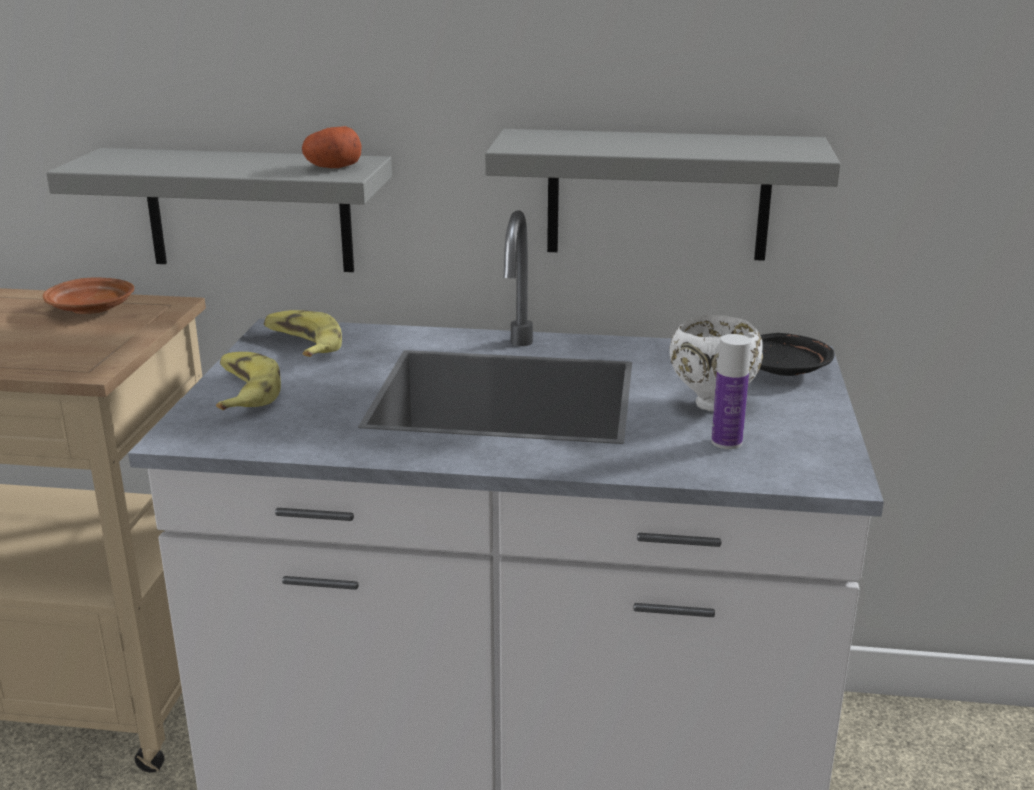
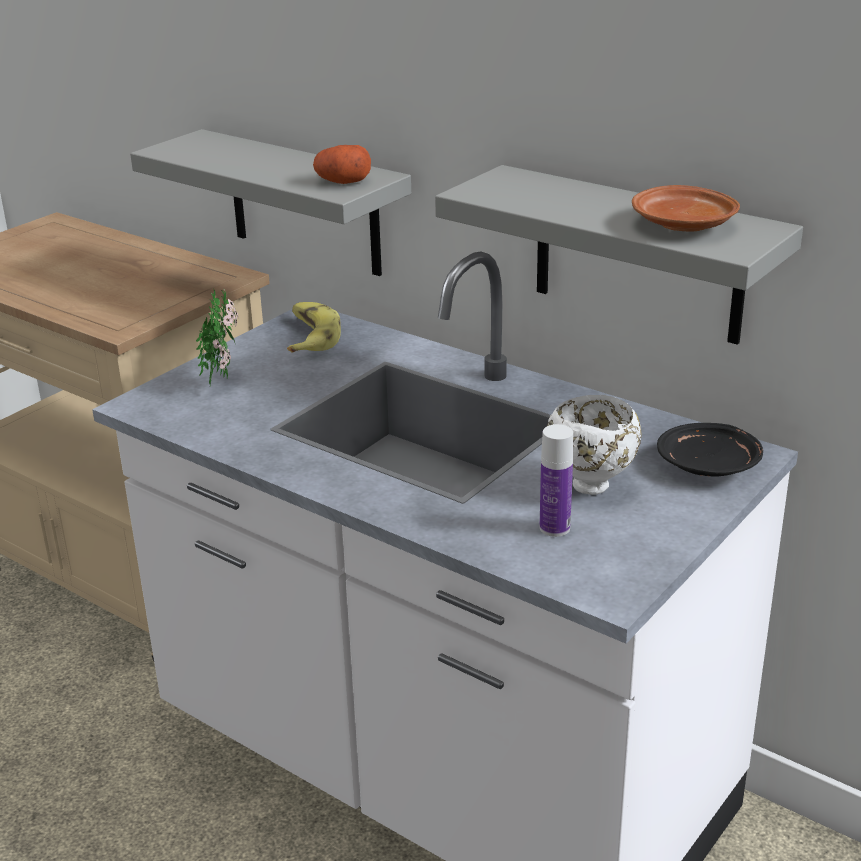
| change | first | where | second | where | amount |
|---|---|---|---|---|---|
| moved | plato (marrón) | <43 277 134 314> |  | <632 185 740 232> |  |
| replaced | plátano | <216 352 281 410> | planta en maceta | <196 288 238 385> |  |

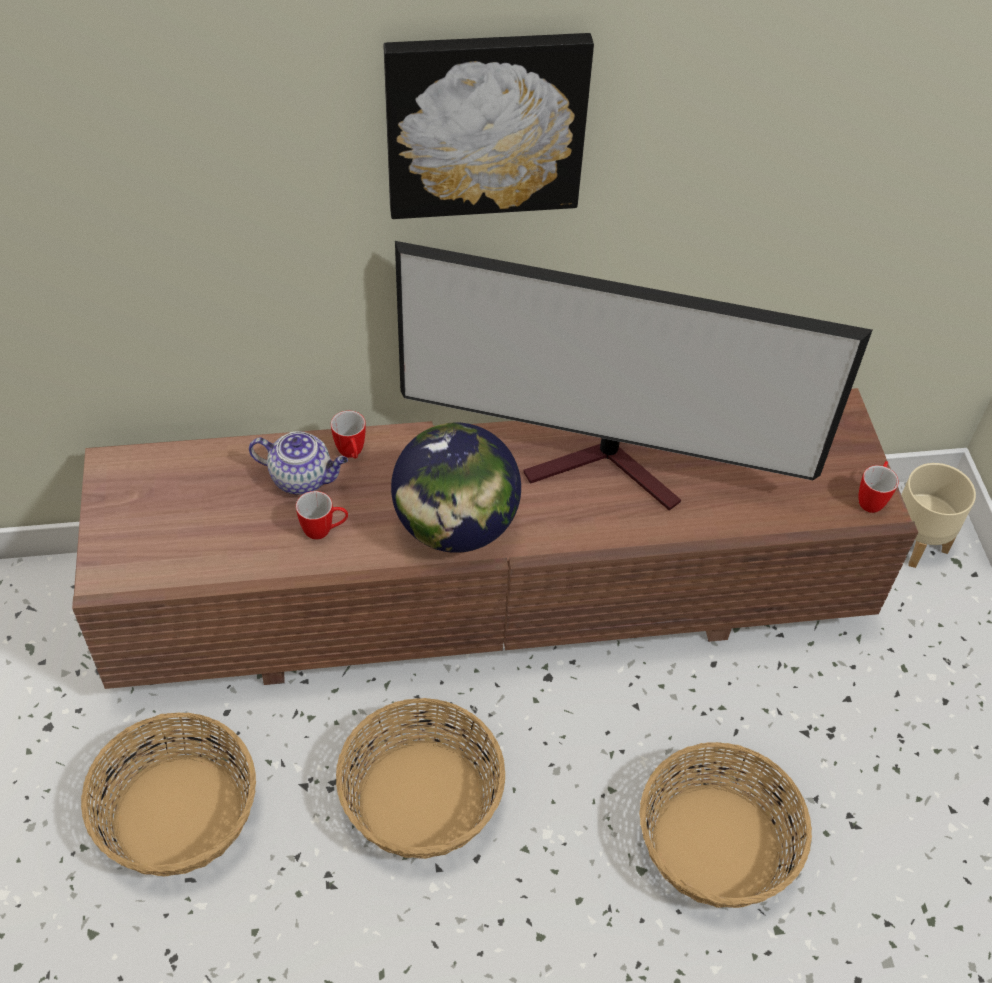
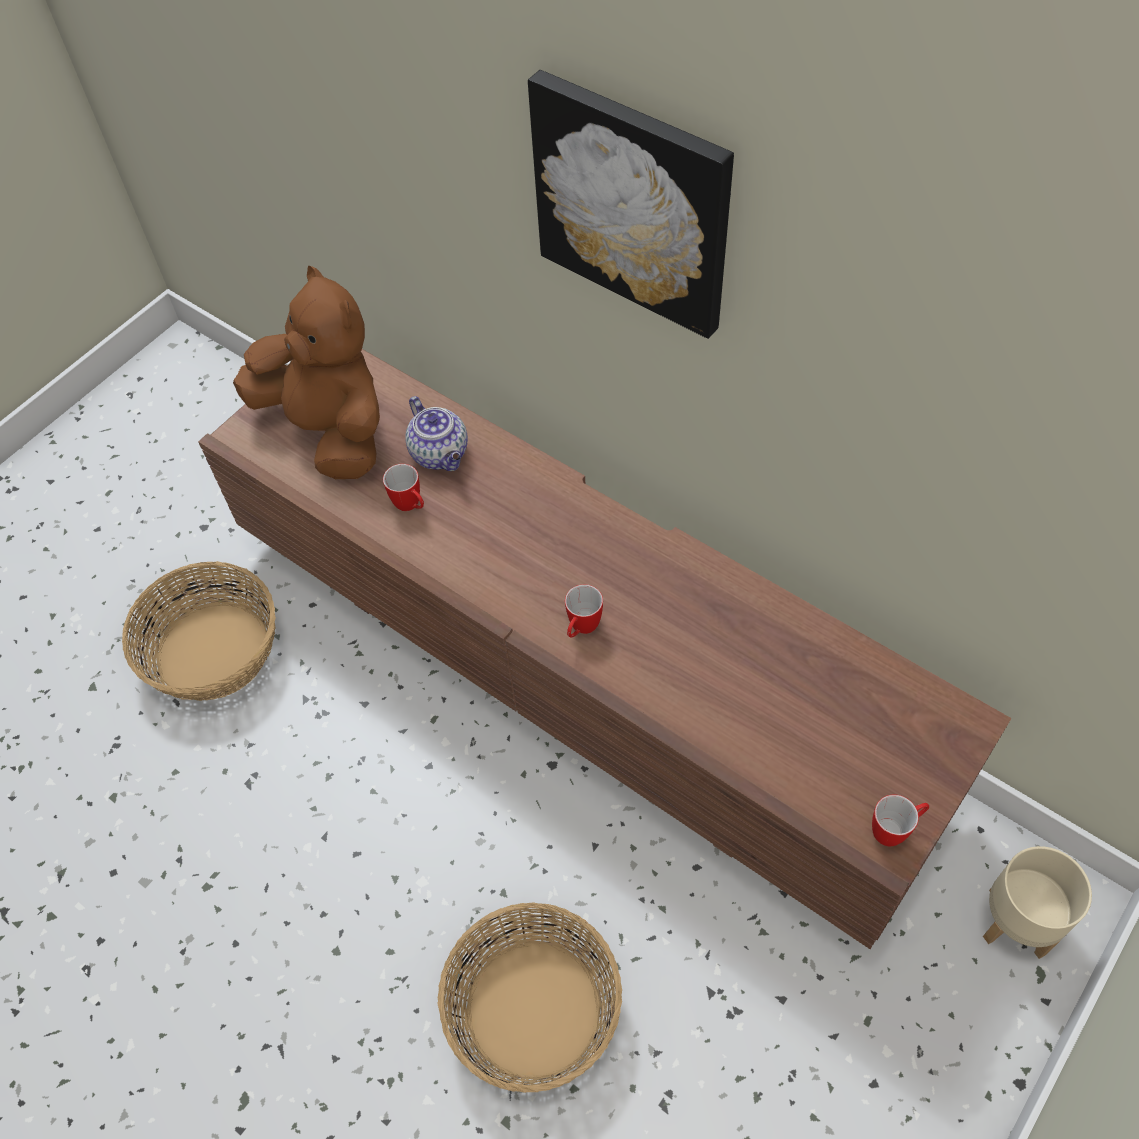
| change | first | where | second | where | amount |
|---|---|---|---|---|---|
| removed | cesta | <336 698 505 859> |  |  |  |
| removed | globo terráqueo | <391 423 521 553> |  |  |  |
| removed | televisor | <395 241 872 510> |  |  |  |
| added |  |  | peluche (marrón) | <233 266 380 479> |  |
| moved | taza grande | <331 411 366 459> |  | <565 584 603 638> |  |

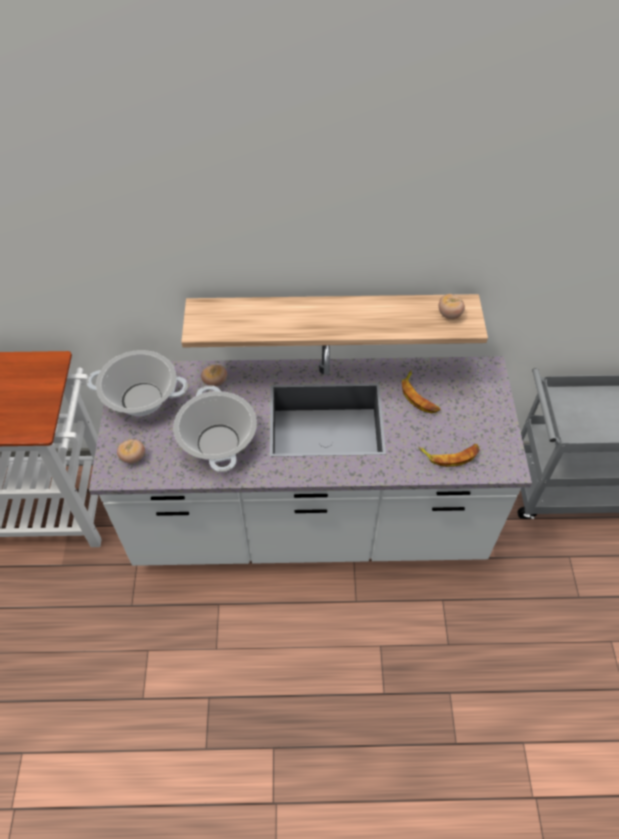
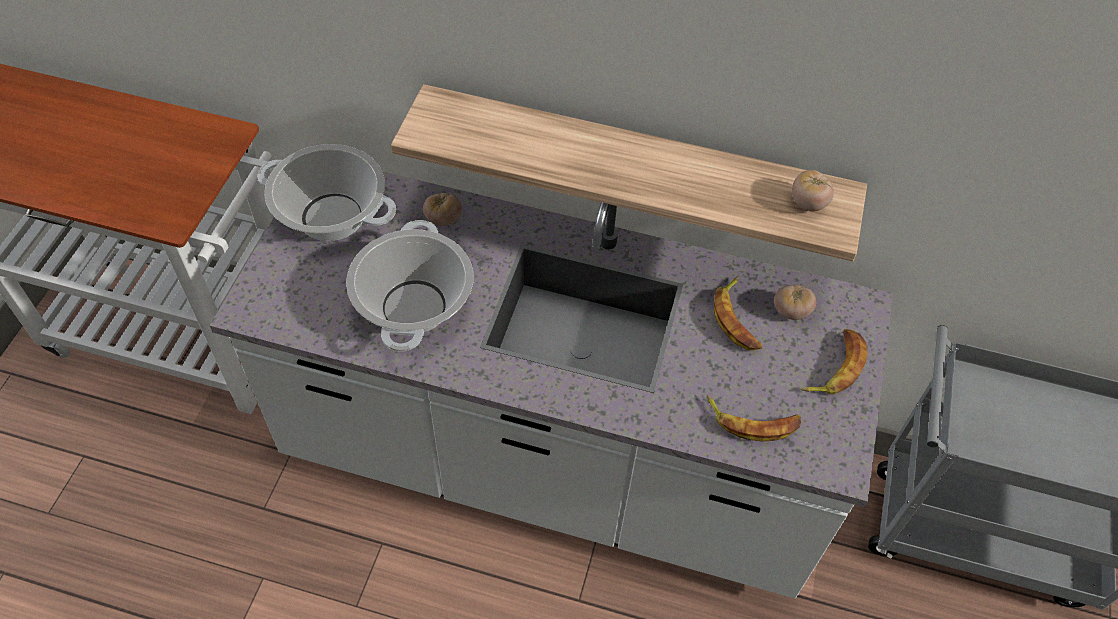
| change | first | where | second | where | amount |
|---|---|---|---|---|---|
| added |  |  | plátano | <801 329 868 394> |  |
| moved | tomate | <117 439 145 463> |  | <774 285 816 320> |  |

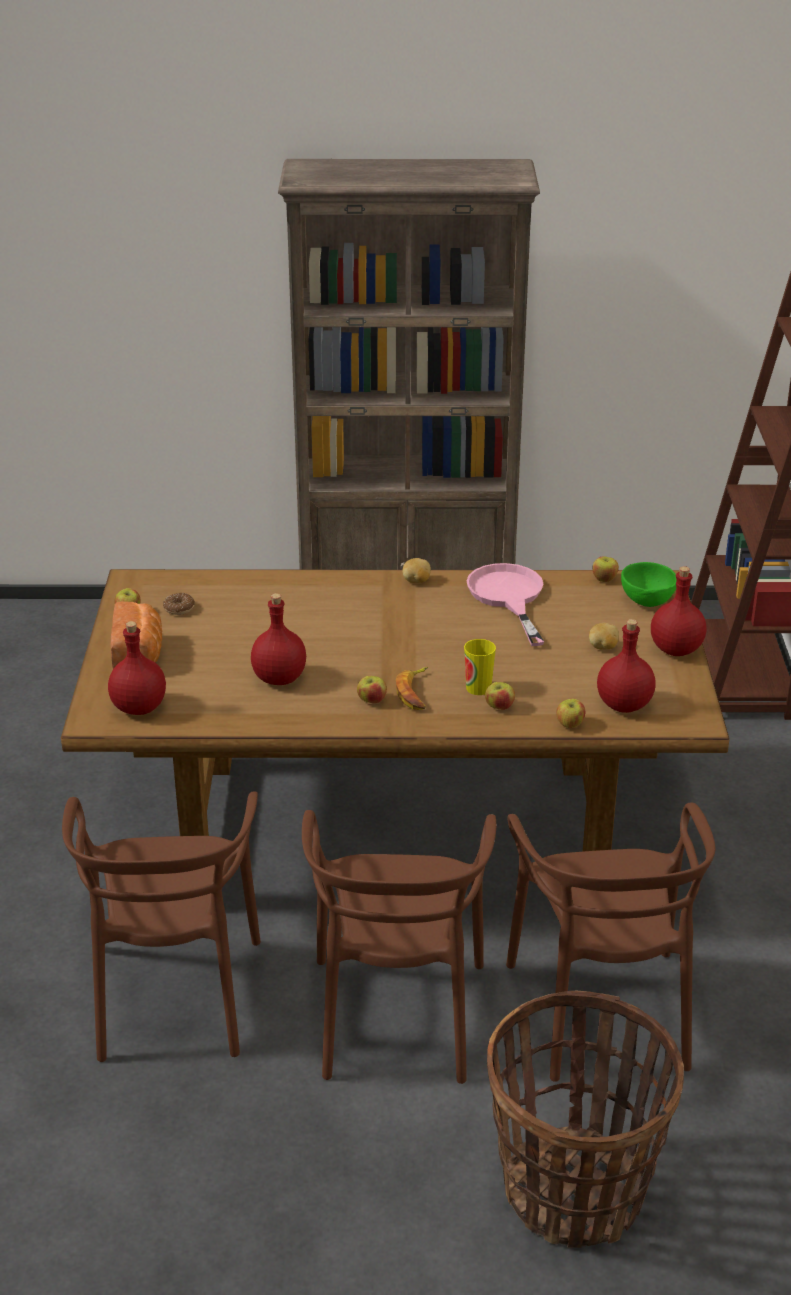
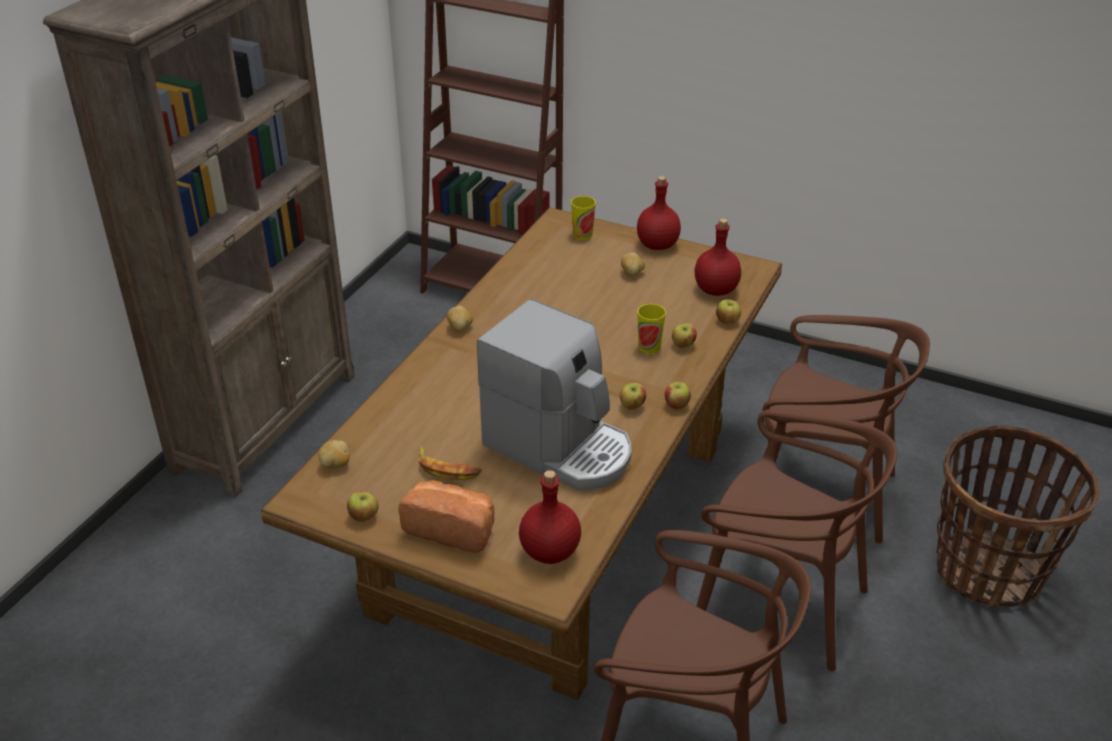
| change | first | where | second | where | amount |
|---|---|---|---|---|---|
| removed | rosquilla | <163 593 195 615> |  |  |  |
| removed | sartén (rosa) | <466 563 545 646> |  |  |  |
| added |  |  | patata | <318 440 350 469> |  |
| moved | plátano | <396 667 428 710> |  | <418 445 482 480> |  |
| moved | manzana | <592 556 619 582> |  | <665 382 691 409> |  |
| replaced | botella (rojo) | <251 593 306 685> | cafetera | <477 299 631 490> |  |
| replaced | cuenco (verde) | <621 562 676 607> | taza | <571 196 596 240> |  |

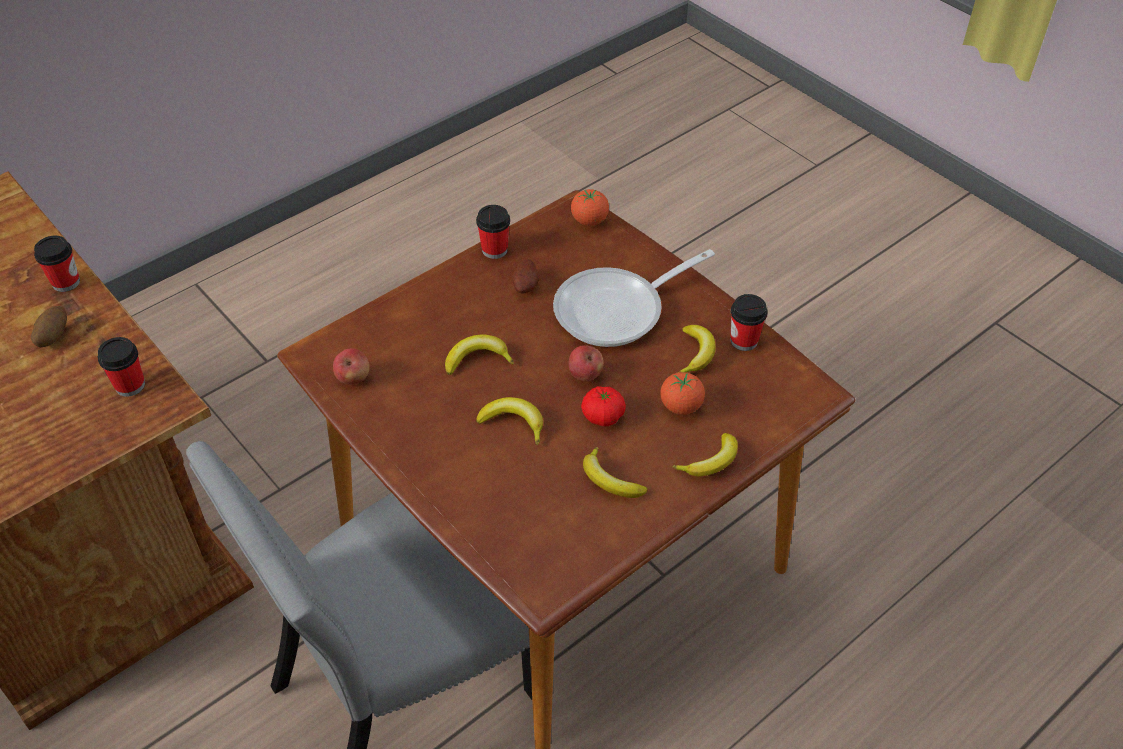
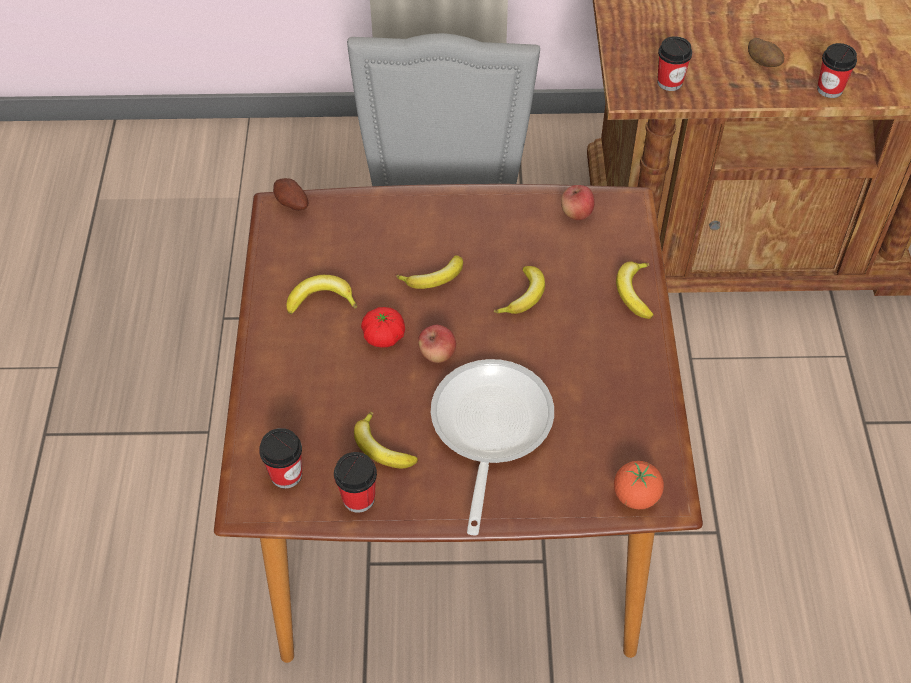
| change | first | where | second | where | amount |
|---|---|---|---|---|---|
| removed | tomate | <660 372 705 415> |  |  |  |
| moved | taza | <476 205 510 259> |  | <259 428 302 488> |  |
| moved | patata | <513 259 539 293> |  | <273 178 308 211> |  |
| moved | plátano | <672 433 738 476> |  | <616 261 654 319> |  |

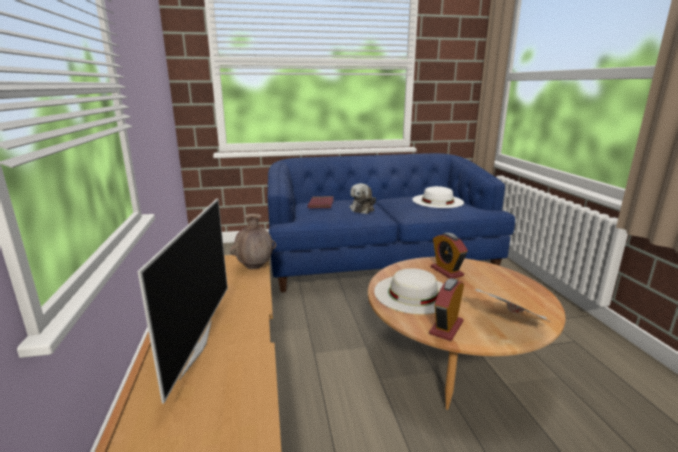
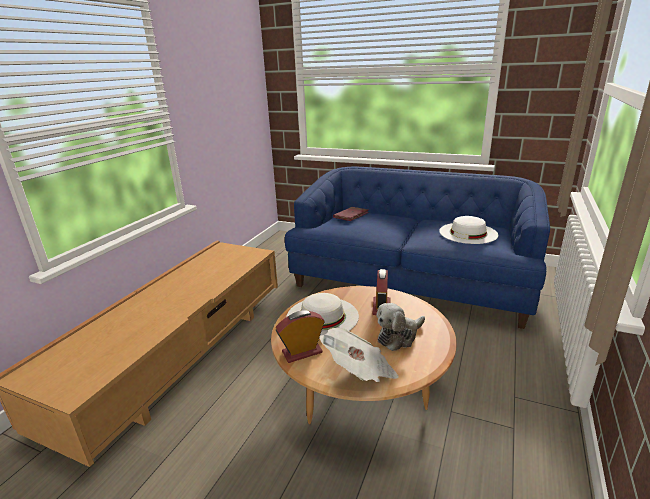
| change | first | where | second | where | amount |
|---|---|---|---|---|---|
| removed | televisor | <137 198 228 403> |  |  |  |
| removed | florero (marrón) | <230 214 276 269> |  |  |  |
| moved | peluche | <349 183 376 214> |  | <376 303 425 351> |  |

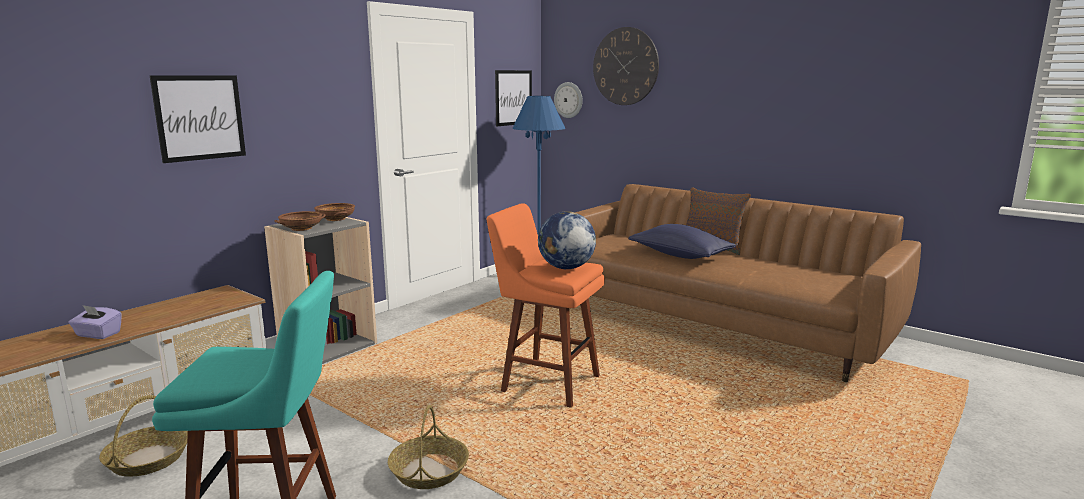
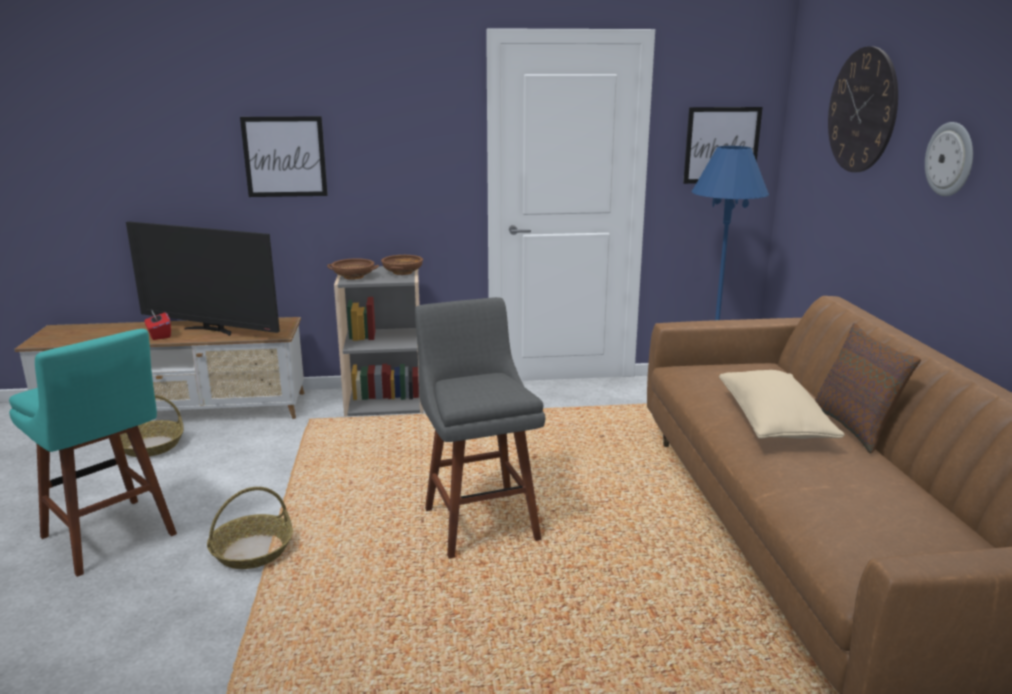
| change | first | where | second | where | amount |
|---|---|---|---|---|---|
| removed | globo terráqueo | <538 211 596 269> |  |  |  |
| added |  |  | televisor | <126 222 280 336> |  |
| moved | reloj de pared | <554 82 583 118> |  | <925 122 973 196> |  |
| recoloured | caja de pañuelos (morado) | <69 305 122 339> | caja de pañuelos (rojo) | <144 309 171 340> |  |
| recoloured | taburete (naranja) | <487 203 605 408> | taburete (gris) | <415 297 545 559> |  |
| recoloured | cojín (azul) | <628 224 736 259> | cojín (beis) | <719 370 844 439> |  |

